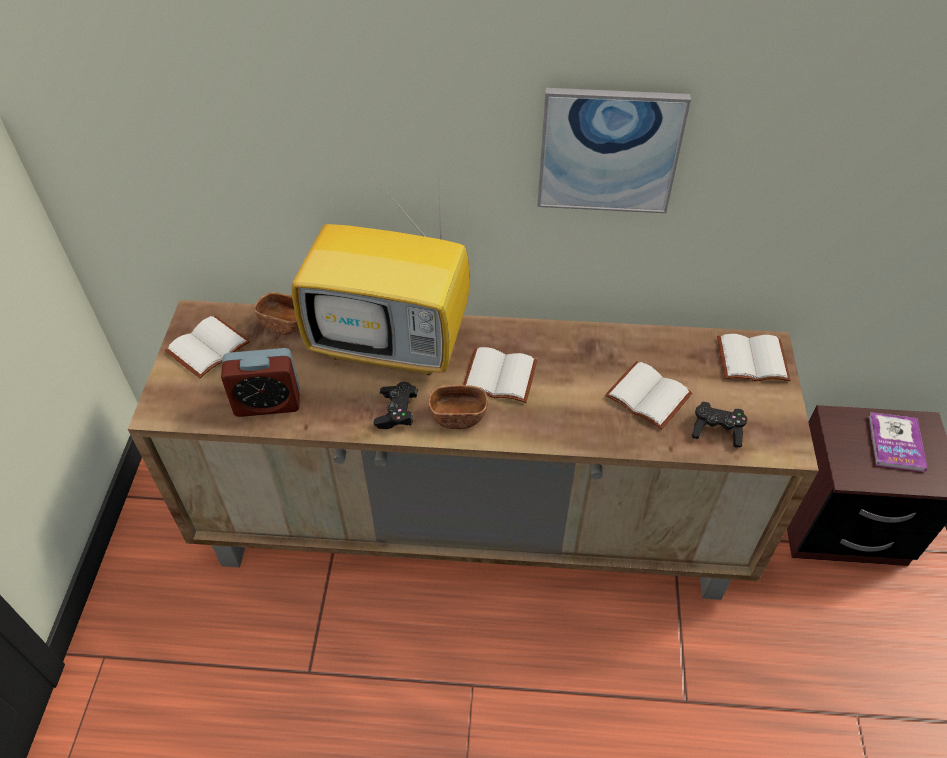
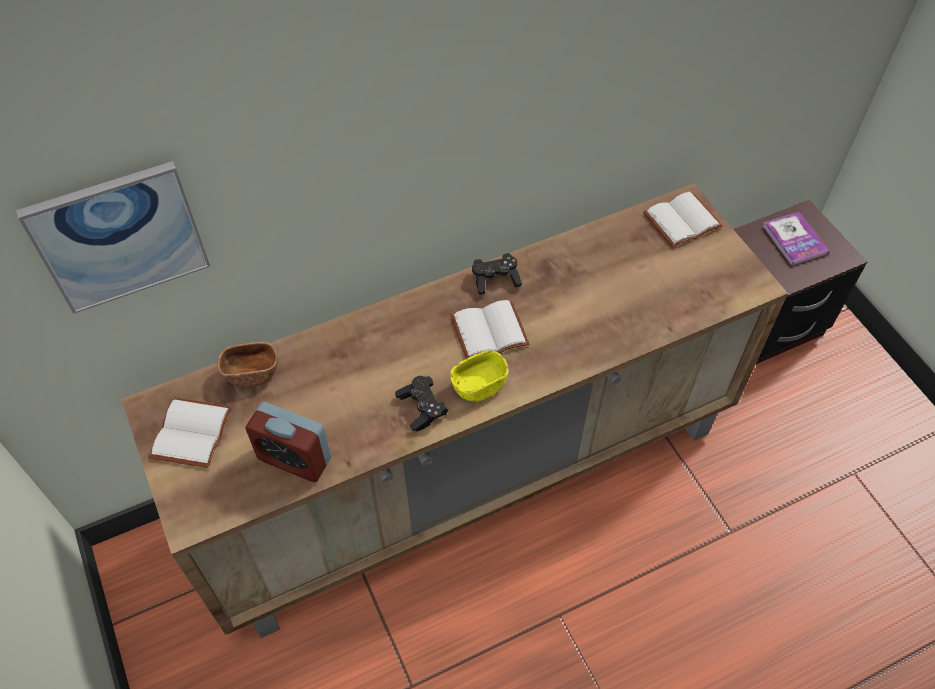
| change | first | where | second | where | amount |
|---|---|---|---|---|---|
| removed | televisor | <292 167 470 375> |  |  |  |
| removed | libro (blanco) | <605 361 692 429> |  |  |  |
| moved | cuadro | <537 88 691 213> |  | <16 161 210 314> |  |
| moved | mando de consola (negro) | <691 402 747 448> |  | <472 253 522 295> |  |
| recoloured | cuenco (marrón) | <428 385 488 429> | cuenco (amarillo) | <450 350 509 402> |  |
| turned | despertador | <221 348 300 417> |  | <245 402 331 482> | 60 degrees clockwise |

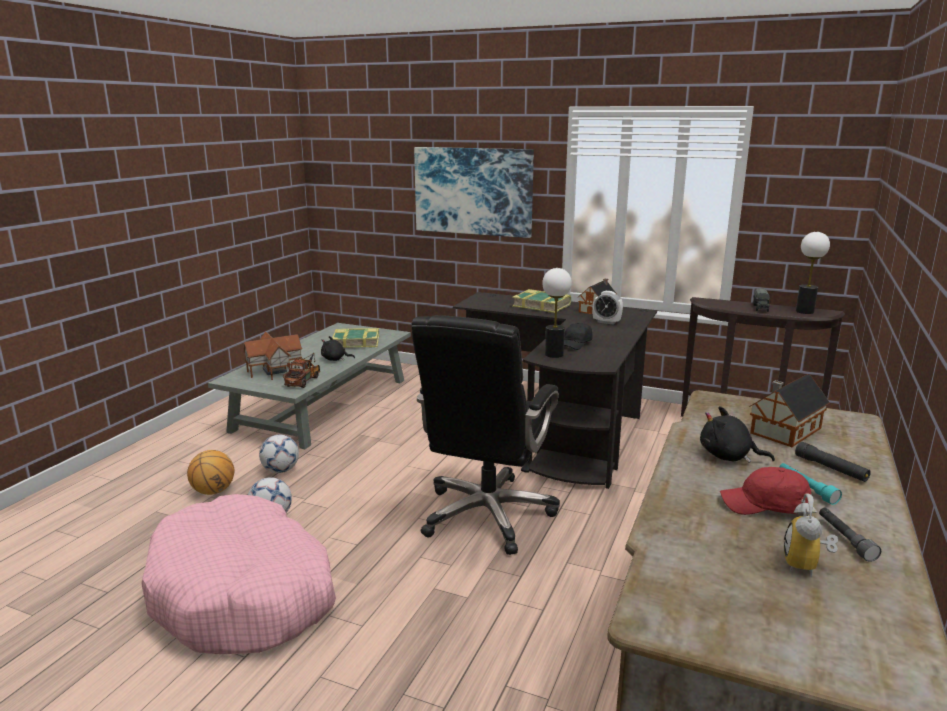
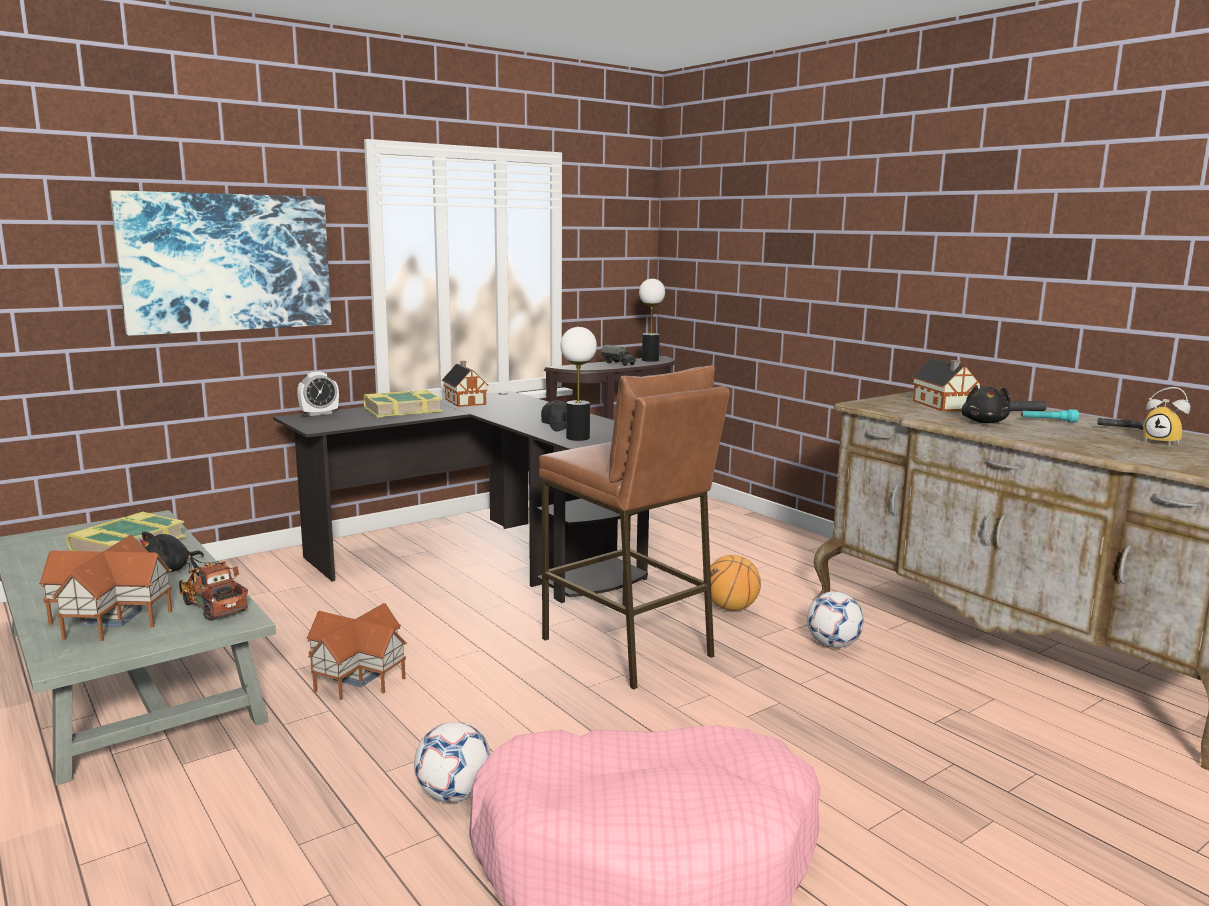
| change | first | where | second | where | amount |
|---|---|---|---|---|---|
| removed | gorra (rojo) | <720 467 811 515> |  |  |  |
| added |  |  | casita | <306 603 407 700> |  |
| moved | balón de baloncesto | <187 450 234 495> |  | <710 555 761 611> |  |
| moved | balón de fútbol | <259 435 299 473> |  | <807 592 864 648> |  |
| moved | despertador | <592 291 623 325> |  | <297 372 339 416> |  |
| replaced | silla de oficina (negro) | <411 315 560 555> | taburete (marrón) | <539 365 729 689> |  |
| turned | peluche (negro) | <700 406 775 463> |  | <961 385 1010 423> | 45 degrees counterclockwise |

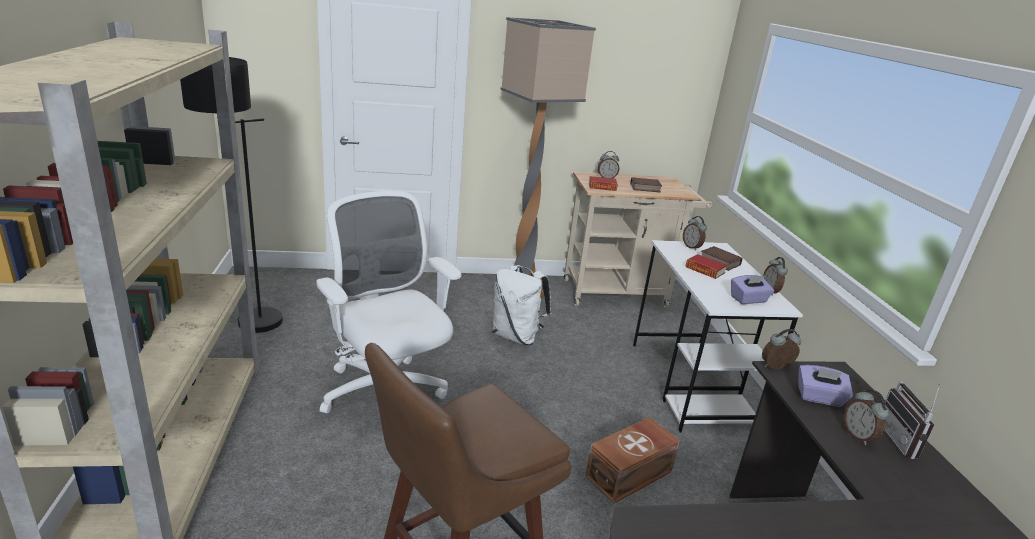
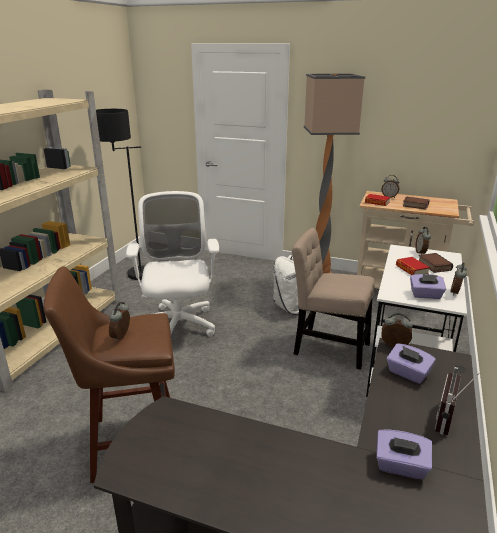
| change | first | where | second | where | amount |
|---|---|---|---|---|---|
| removed | caja de almacenaje (marrón) | <585 417 680 504> |  |  |  |
| added |  |  | silla (beis) | <292 228 375 370> |  |
| added |  |  | caja de pañuelos (morado) | <376 429 432 479> |  |
| moved | despertador | <844 390 889 445> |  | <109 302 130 342> |  |

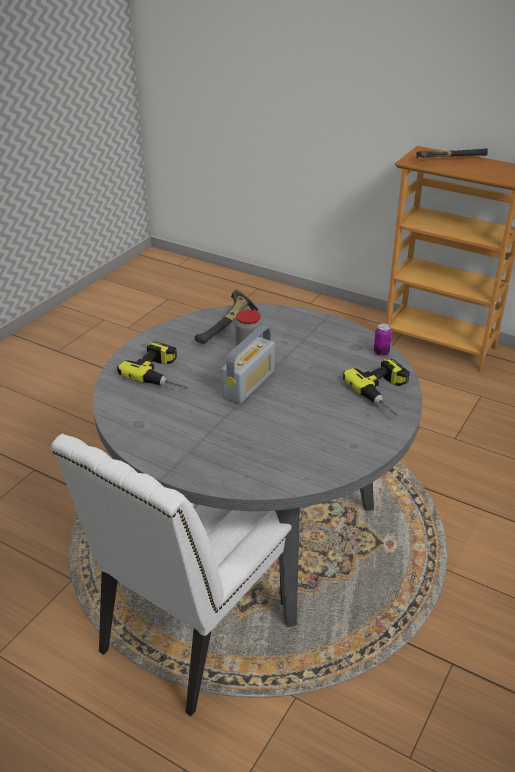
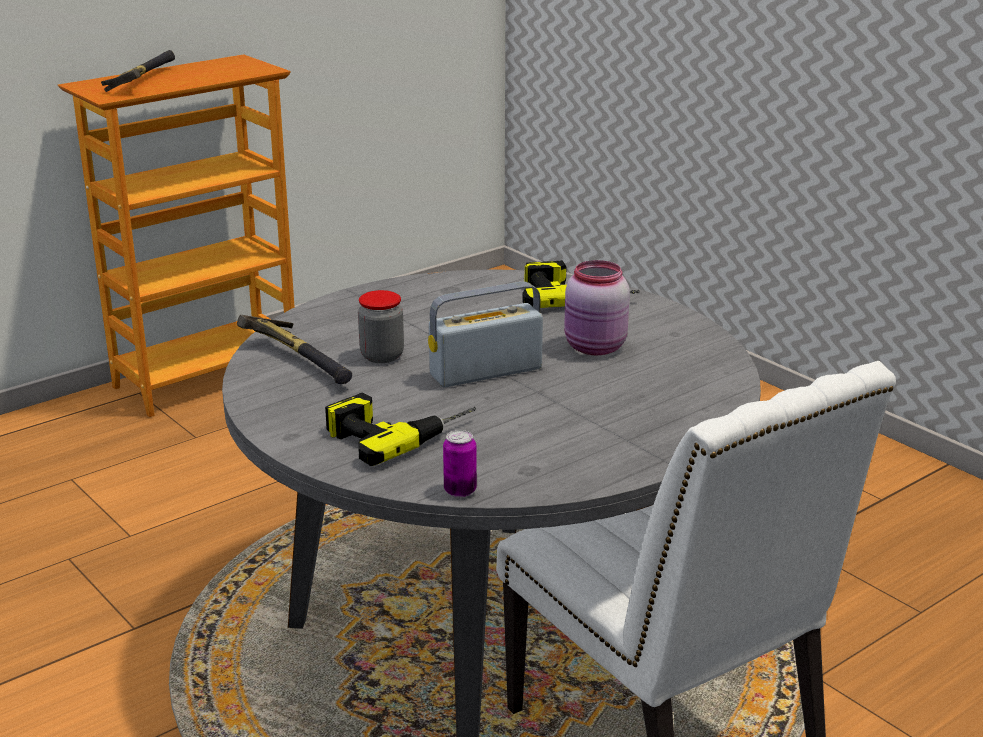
| change | first | where | second | where | amount |
|---|---|---|---|---|---|
| added |  |  | tarro (rosa) | <564 260 630 355> |  |
| moved | lata | <374 323 392 356> |  | <443 430 477 497> |  |
| turned | radio | <222 326 275 404> |  | <428 282 543 387> | 75 degrees counterclockwise |

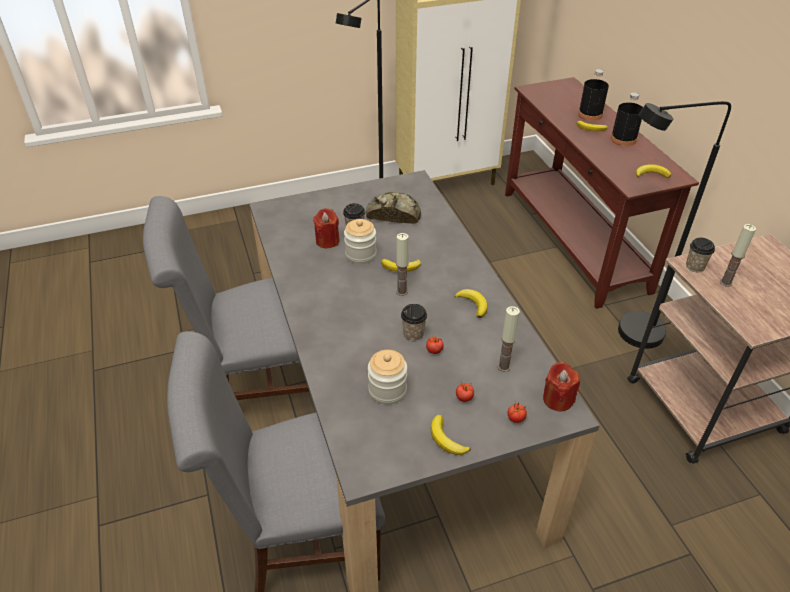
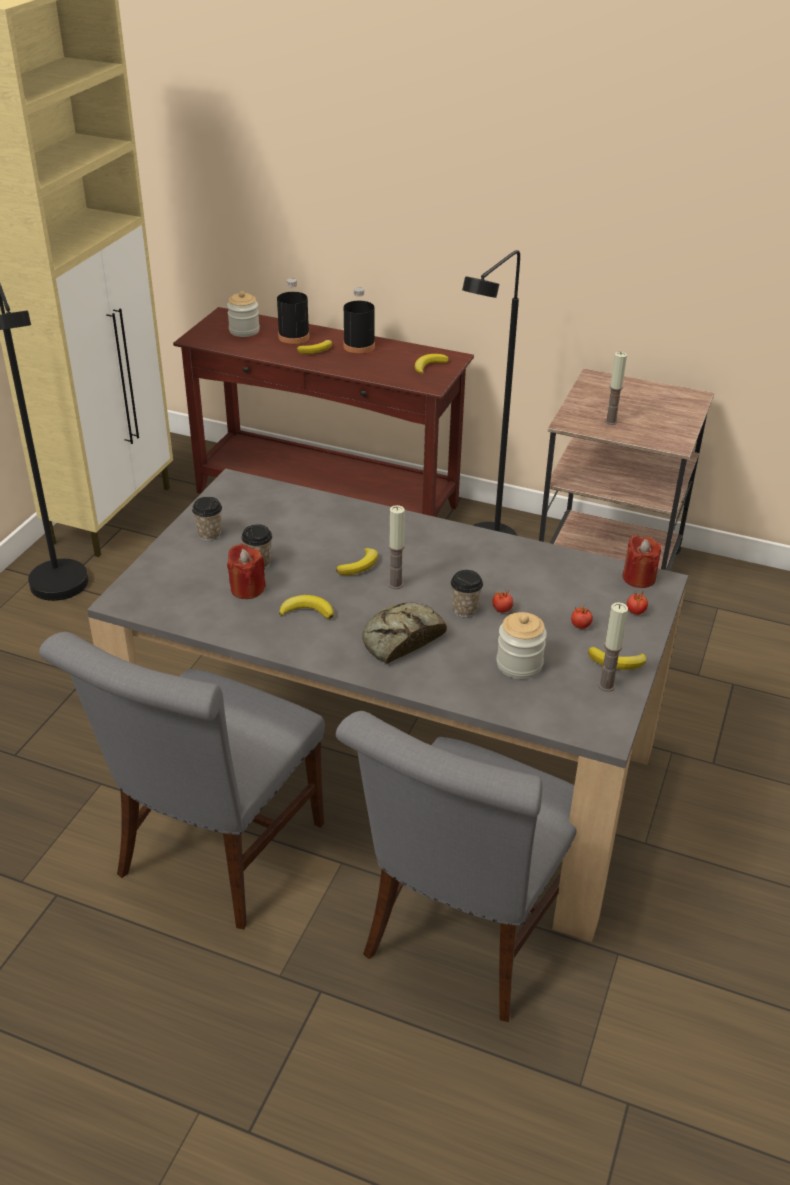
| change | first | where | second | where | amount |
|---|---|---|---|---|---|
| moved | tarro | <344 219 377 264> |  | <227 291 260 337> |  |
| moved | pan | <366 192 421 224> |  | <362 602 447 664> |  |
| moved | plátano | <455 289 488 318> |  | <279 595 334 619> |  |
| moved | vela | <497 306 520 372> |  | <598 602 628 692> |  |
| moved | taza | <686 238 715 272> |  | <192 497 222 541> |  |

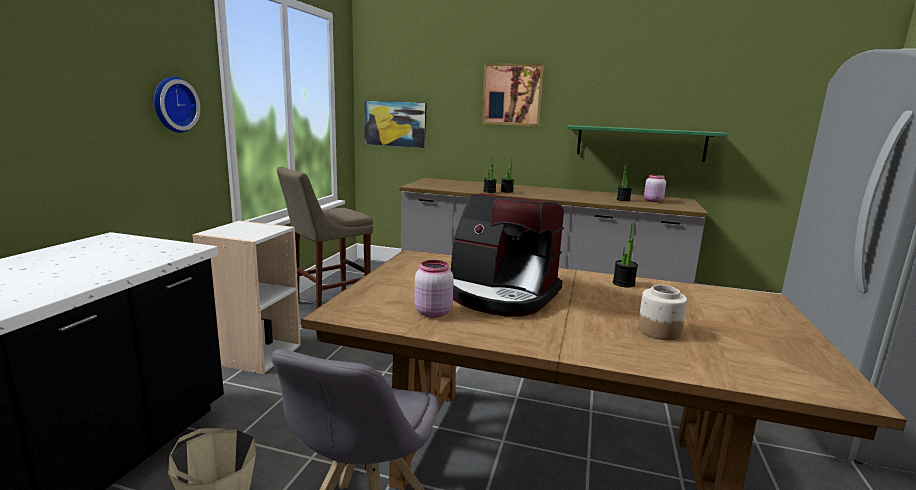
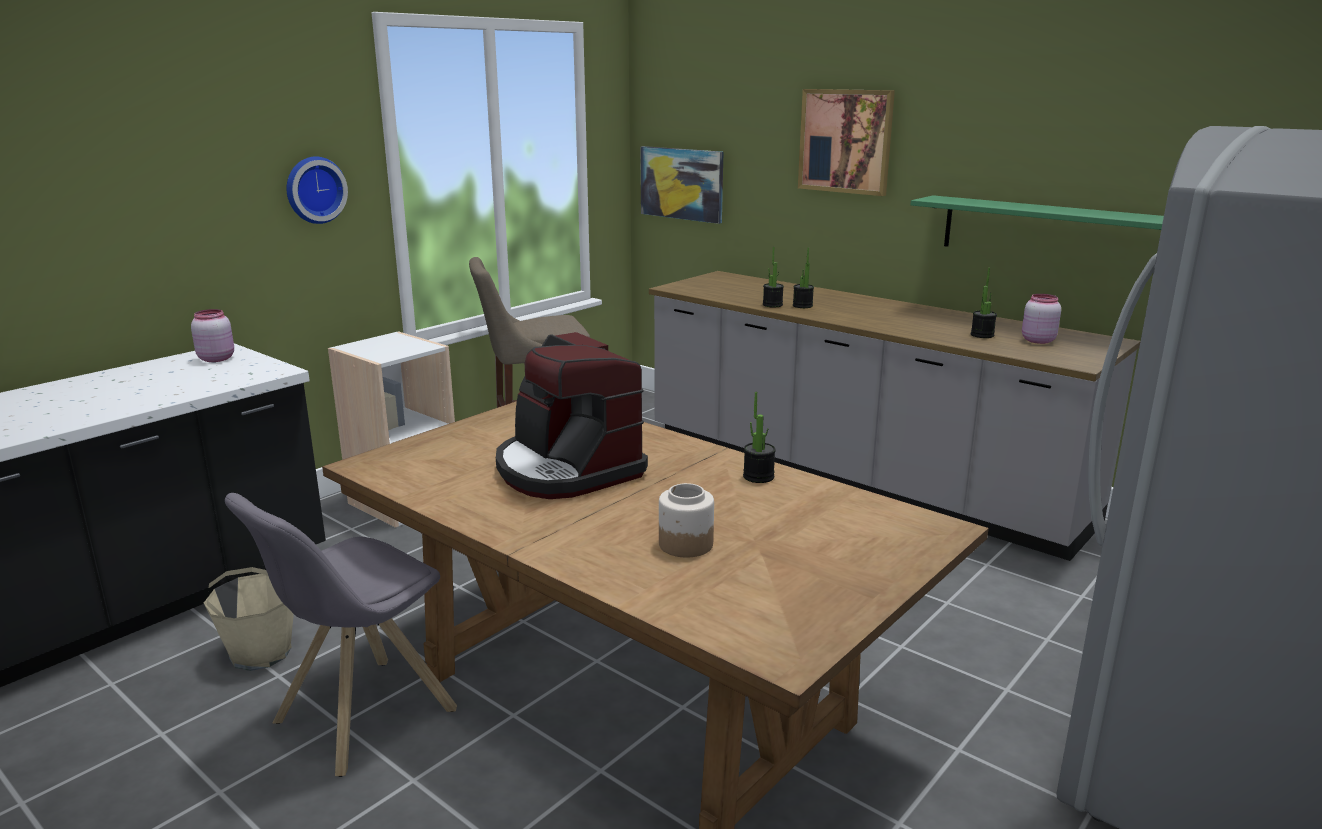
| change | first | where | second | where | amount |
|---|---|---|---|---|---|
| moved | tarro (rosa) | <414 260 454 317> |  | <191 309 234 362> |  |

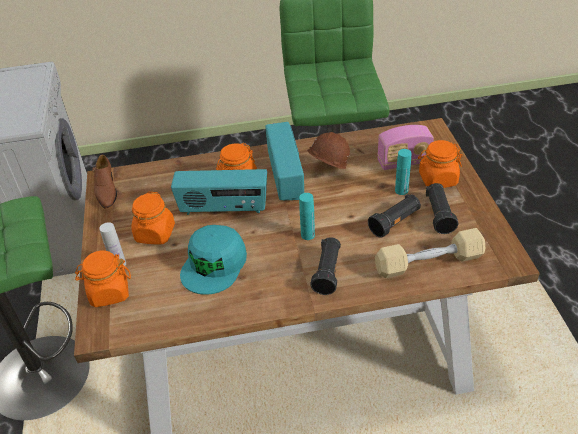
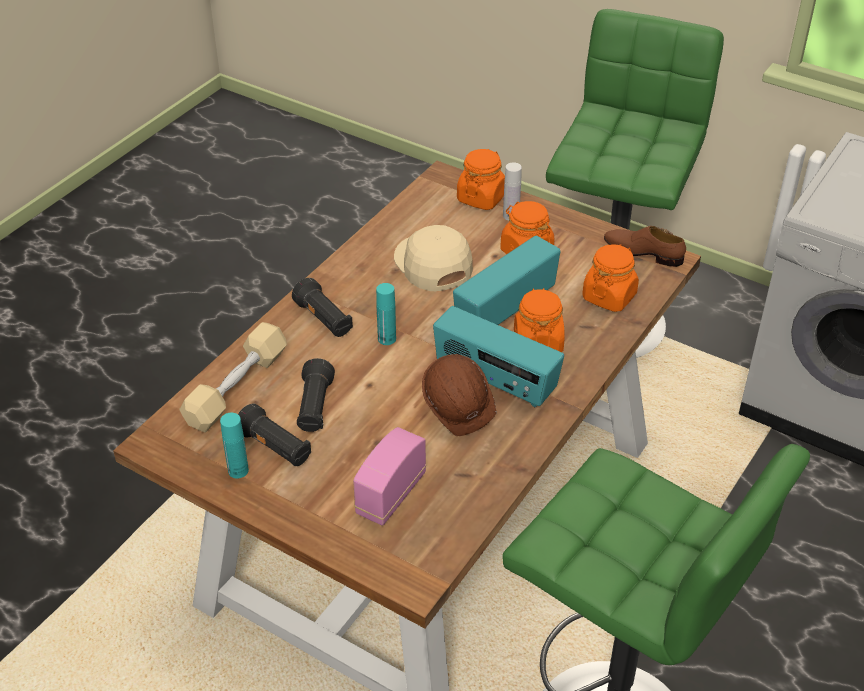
| change | first | where | second | where | amount |
|---|---|---|---|---|---|
| moved | botella (turquesa) | <395 149 412 195> |  | <220 413 249 478> |  |
| moved | tarro (naranja) | <418 140 462 188> |  | <582 244 639 312> |  |
| recoloured | gorra (turquesa) | <180 225 247 295> | gorra (beis) | <394 225 473 291> |  |

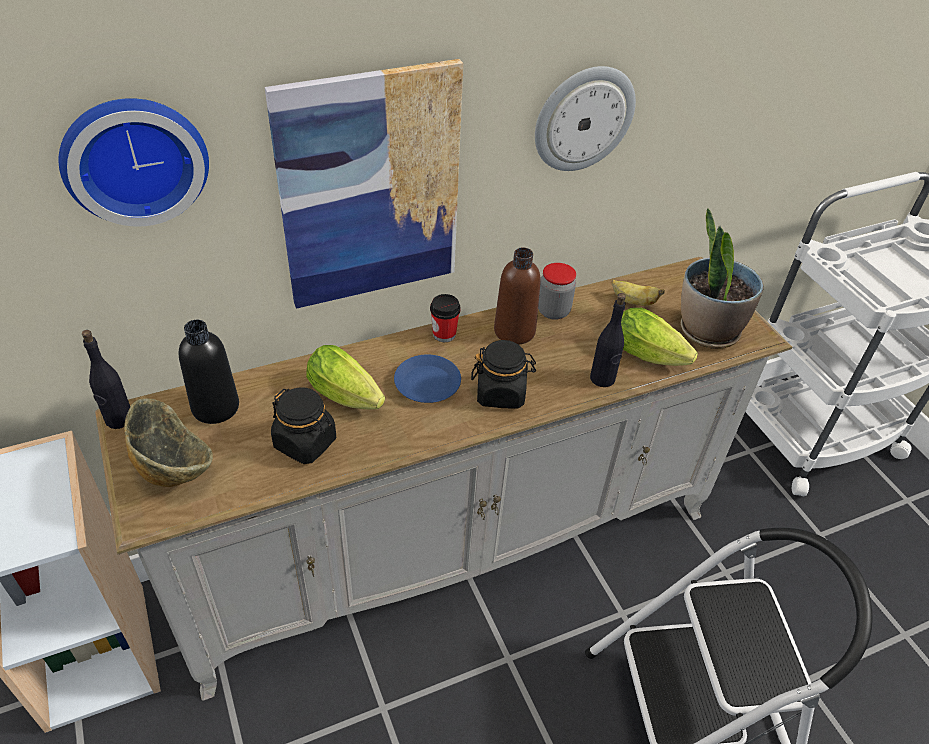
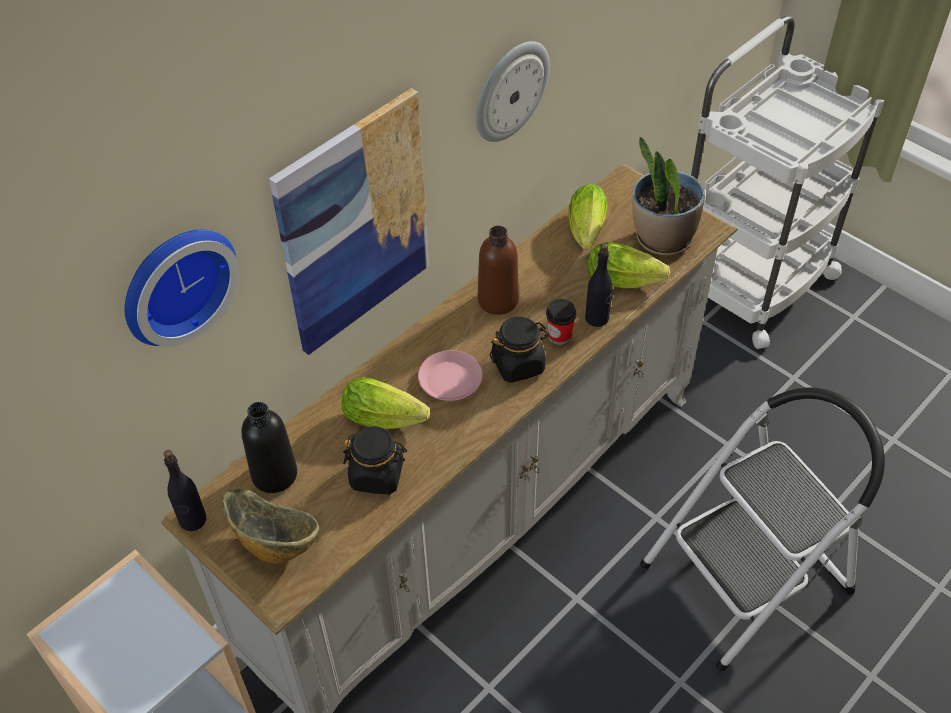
| change | first | where | second | where | amount |
|---|---|---|---|---|---|
| removed | tarro | <538 263 576 320> |  |  |  |
| moved | taza | <430 294 461 342> |  | <546 299 576 345> |  |
| replaced | plátano | <612 280 665 306> | lechuga | <568 184 608 249> |  |
| recoloured | plato (azul) | <394 355 461 403> | plato (rosa) | <418 350 483 401> |  |

